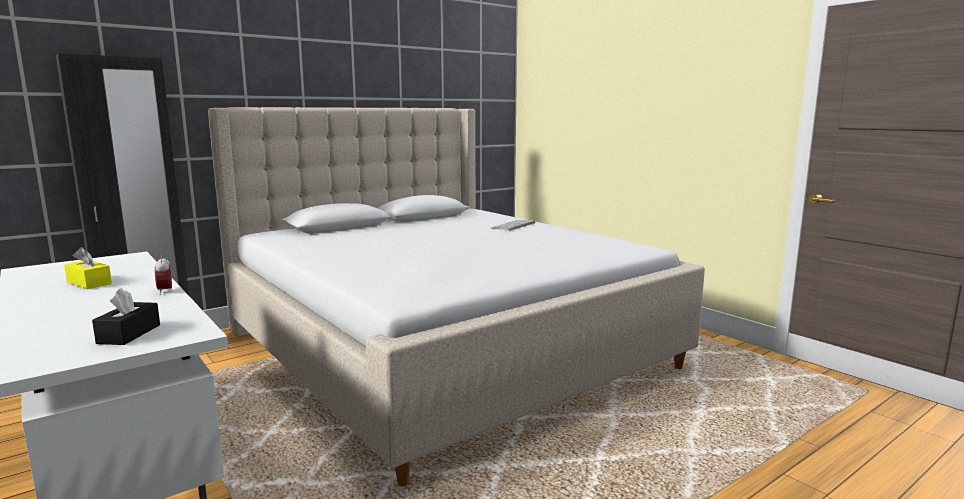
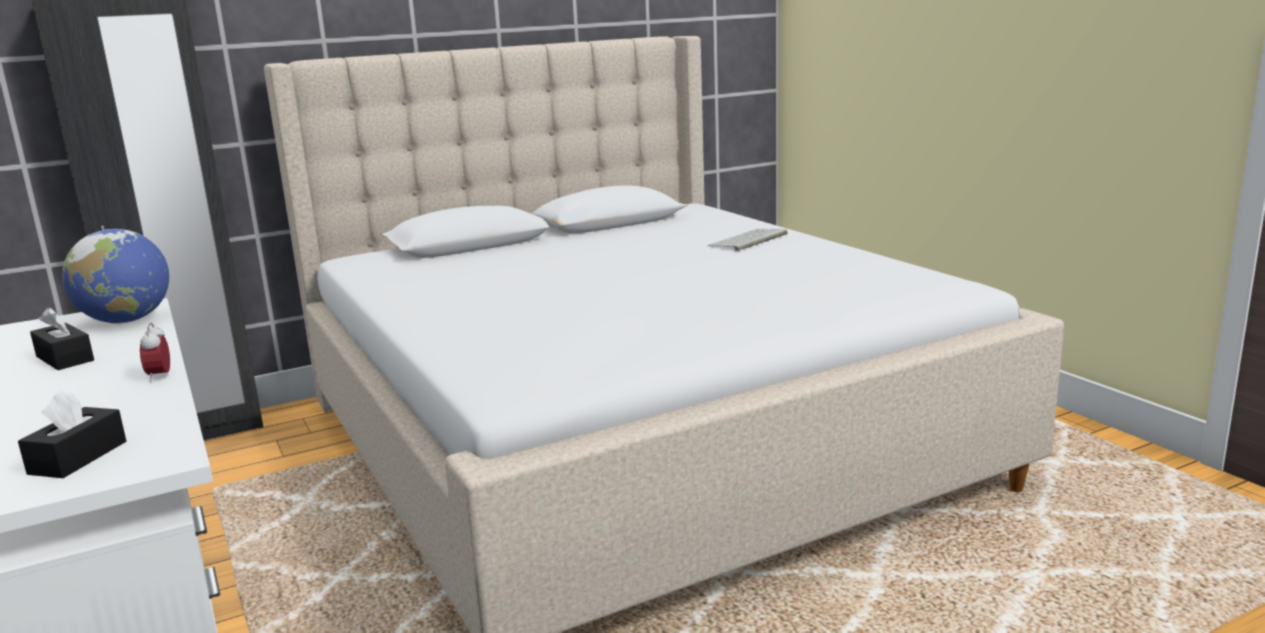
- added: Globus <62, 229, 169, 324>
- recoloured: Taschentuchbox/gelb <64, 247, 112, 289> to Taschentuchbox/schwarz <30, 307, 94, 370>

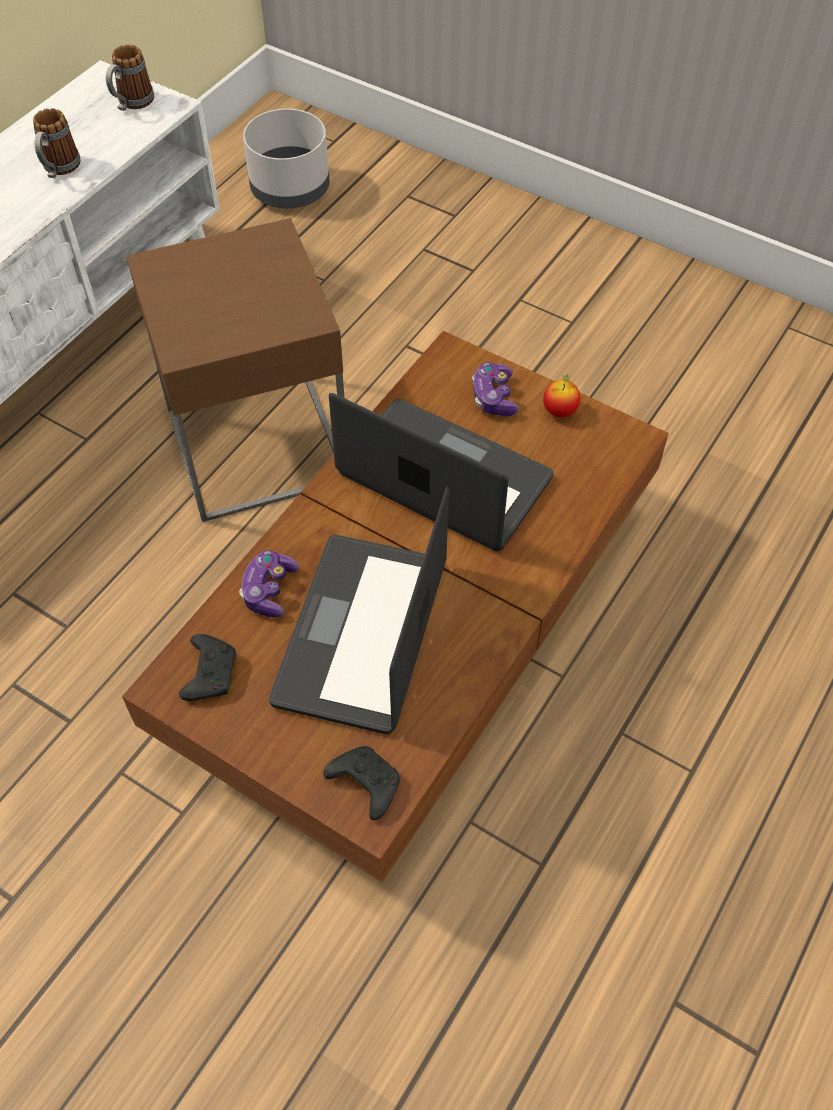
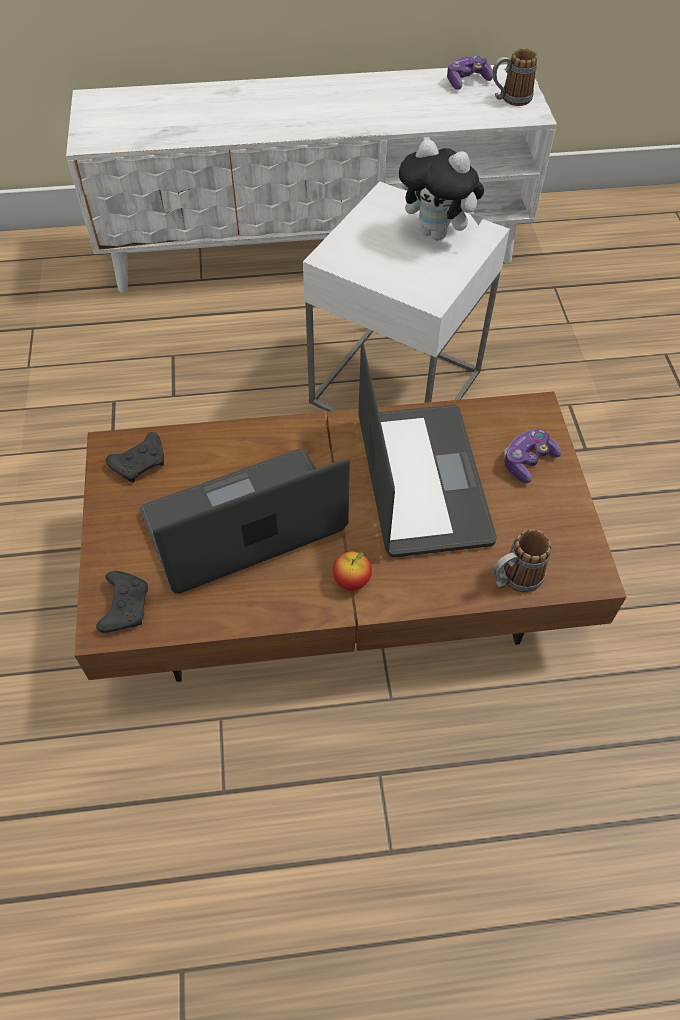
- removed: Pflanzkübel/grau <243, 108, 329, 208>
- added: Plüschtier <399, 139, 484, 240>
- moved: Henkelbecher <33, 108, 81, 178> to <493, 529, 551, 593>
- moved: Gamepad <239, 550, 299, 618> to <447, 56, 493, 90>
- moved: Apfel <543, 375, 580, 418> to <333, 551, 372, 591>
- recoloured: Beistelltisch/braun <126, 218, 345, 522> to Beistelltisch/weiß <303, 181, 510, 411>

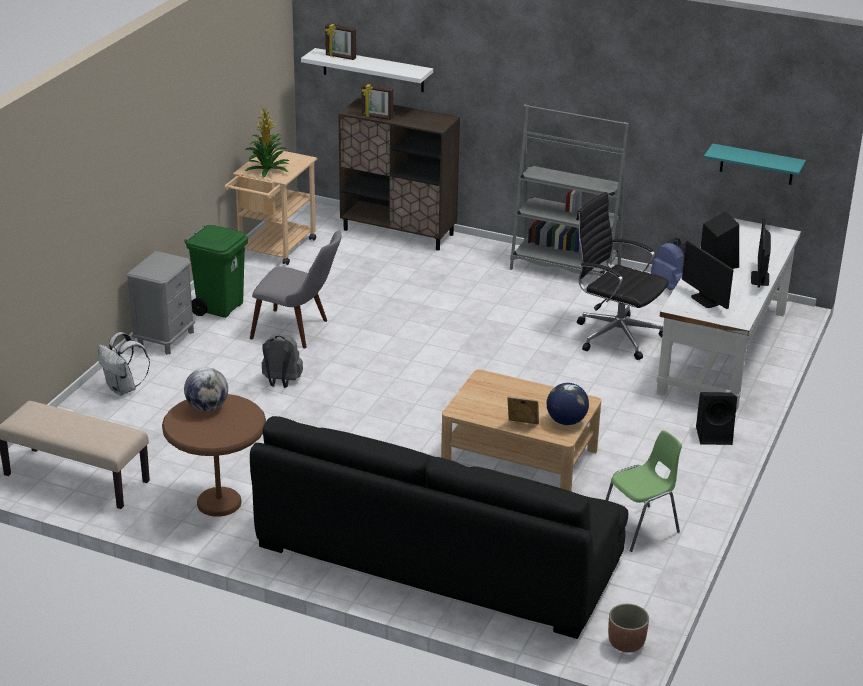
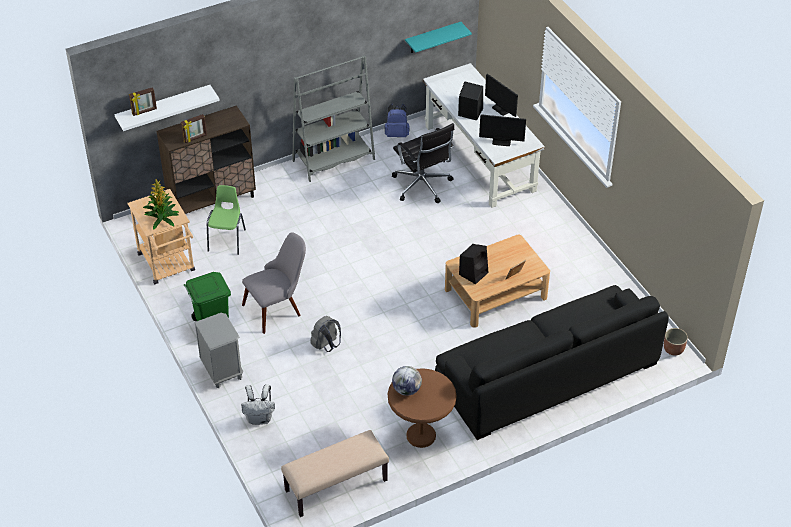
- removed: Globus <547, 383, 589, 425>
- moved: Stuhl/grün <605, 430, 682, 552> to <207, 185, 246, 255>
- moved: Lautsprecher/schwarz <696, 392, 737, 445> to <459, 244, 488, 284>
- turned: Bürostuhl/schwarz <576, 192, 669, 360> = <392, 123, 454, 203> 105 degrees counterclockwise

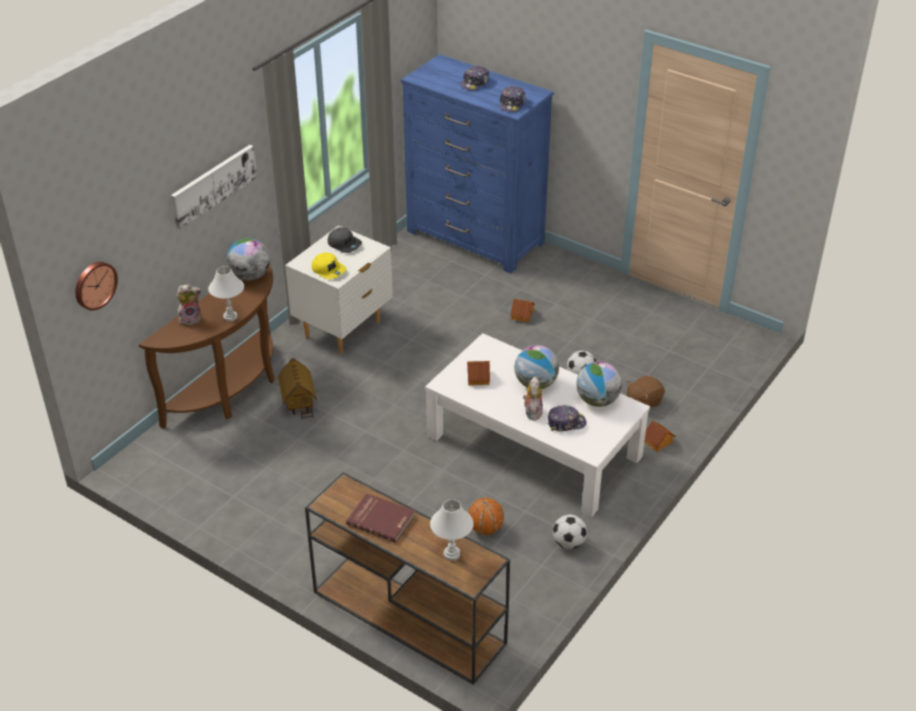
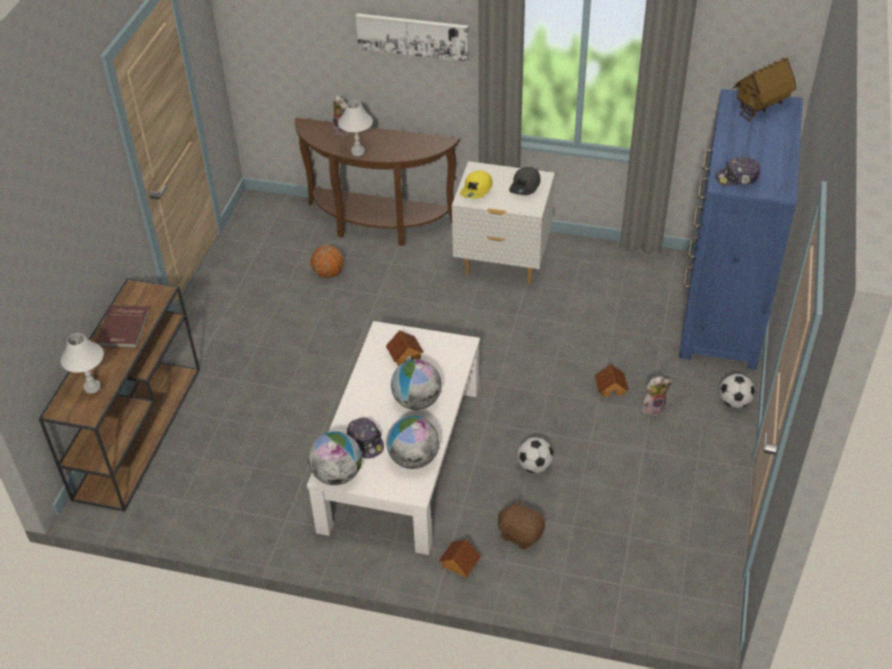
- removed: Wanduhr <75, 262, 118, 311>
- removed: Kappe <461, 66, 489, 91>
- moved: Globus <227, 238, 270, 281> to <308, 431, 362, 485>
- moved: Spielzeughaus <278, 358, 317, 420> to <734, 58, 796, 122>
- moved: Basketball <468, 498, 504, 535> to <311, 245, 344, 278>
- moved: Plüschtier <523, 376, 543, 421> to <642, 376, 672, 416>
- moved: Fußball <553, 514, 587, 549> to <719, 374, 755, 408>

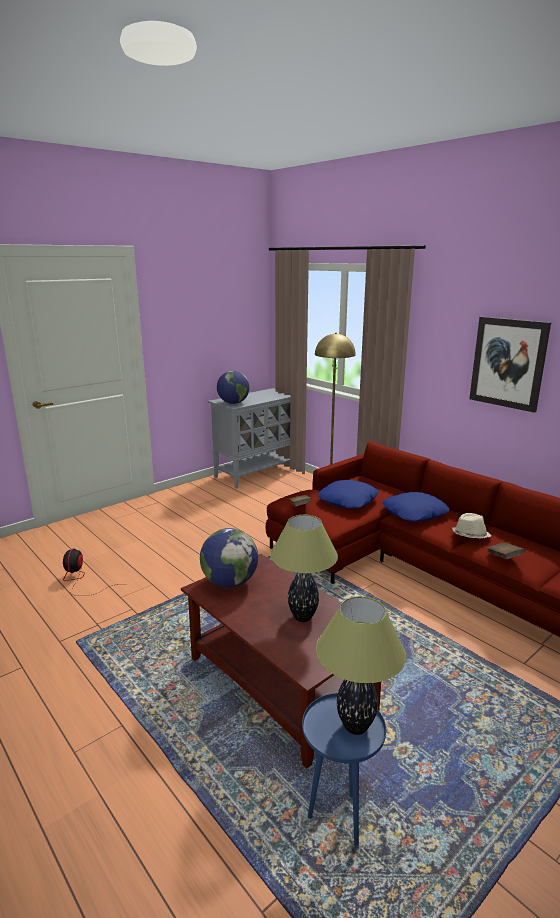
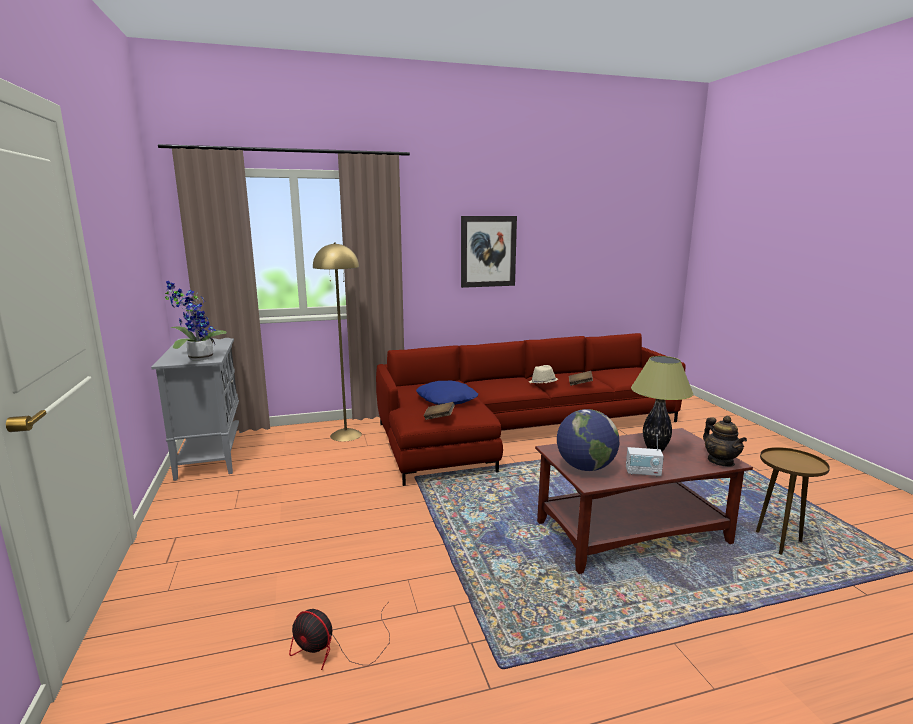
- removed: Tischlampe <316, 596, 406, 735>
- removed: Kissen/blau <382, 492, 449, 522>
- added: Radio <626, 434, 664, 477>
- added: Teekanne <703, 416, 747, 467>
- replaced: Globus <217, 371, 250, 404> to Topfpflanze <165, 281, 227, 361>
- recoloured: Beistelltisch/blau <302, 693, 386, 846> to Beistelltisch/braun <756, 447, 830, 555>

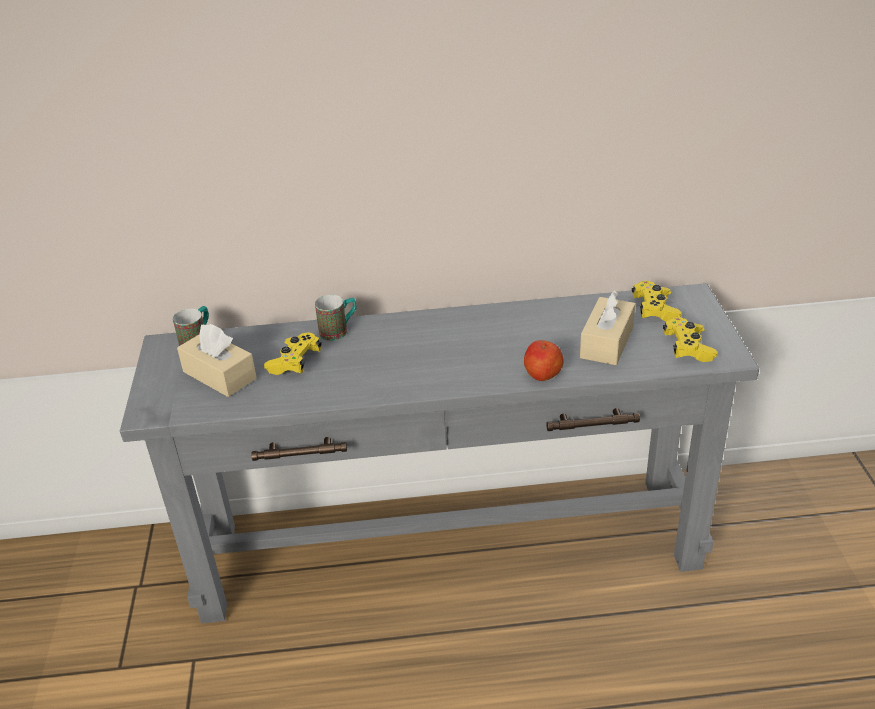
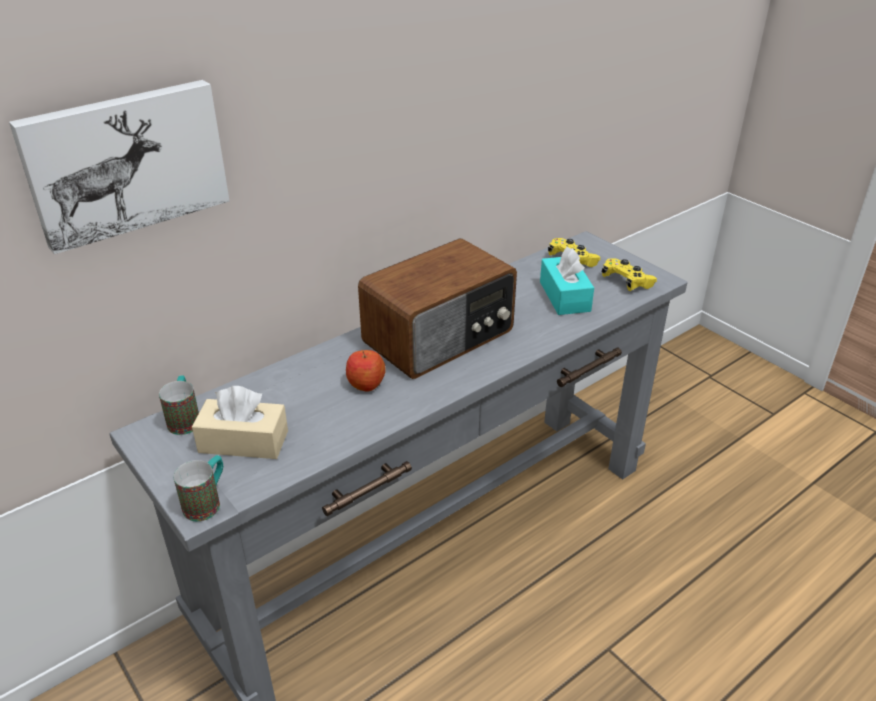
- removed: Gamepad/gelb <264, 332, 322, 375>
- added: Bild <9, 80, 229, 254>
- added: Radio <358, 239, 517, 379>
- moved: Henkelbecher <315, 295, 357, 341> to <174, 455, 223, 521>
- moved: Apfel <524, 340, 564, 381> to <346, 350, 386, 391>
- recoloured: Taschentuchbox/beige <580, 290, 635, 365> to Taschentuchbox/türkis <540, 247, 594, 315>

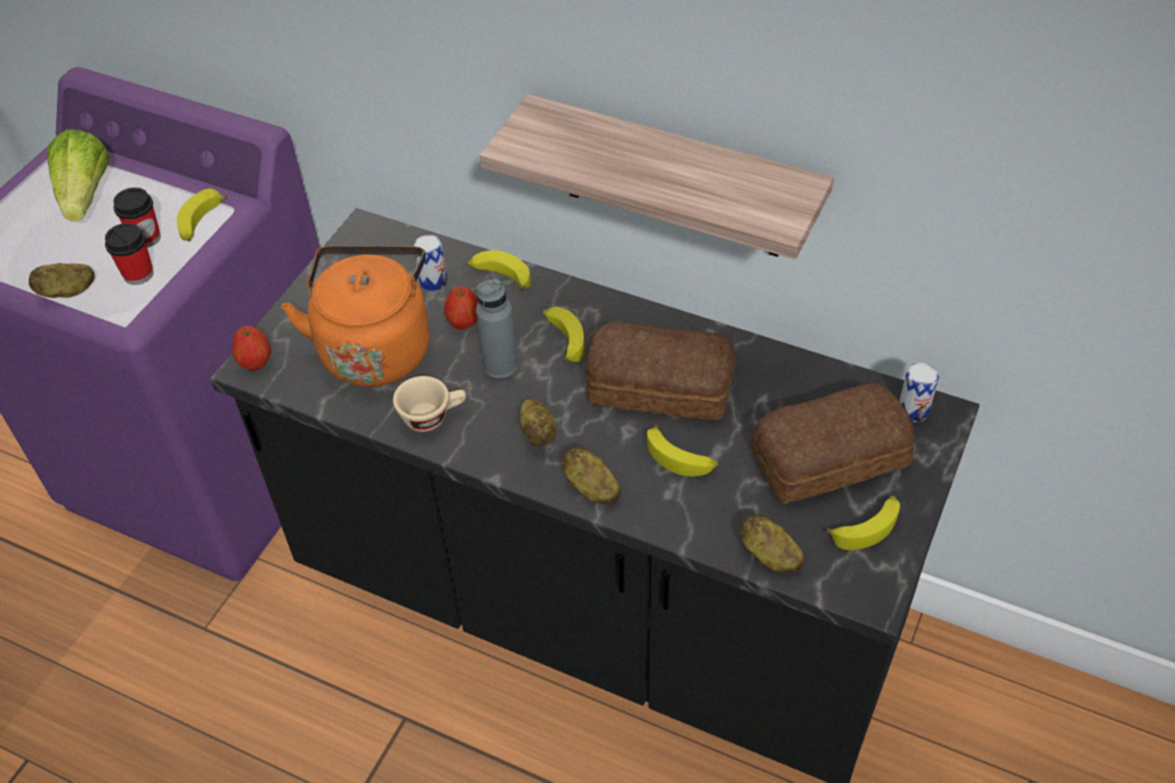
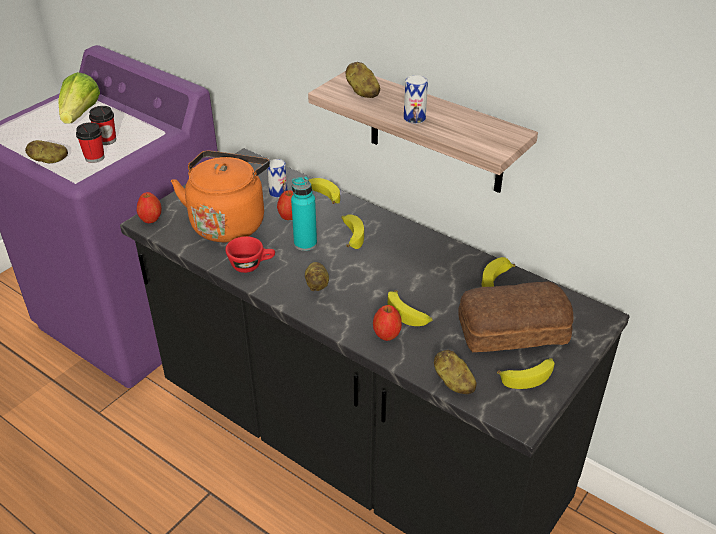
- removed: Brot <586, 321, 735, 420>
- added: Apfel <373, 305, 402, 341>
- moved: Banane <177, 189, 227, 241> to <482, 257, 515, 287>
- moved: Kartoffel <562, 447, 621, 504> to <346, 62, 380, 98>
- moved: Dose <899, 362, 939, 423> to <404, 75, 428, 124>
- recoloured: Tasse/beige <393, 376, 466, 432> to Tasse/rot <225, 236, 275, 273>
- recoloured: Flasche/grau <476, 278, 518, 378> to Flasche/türkis <291, 177, 317, 251>

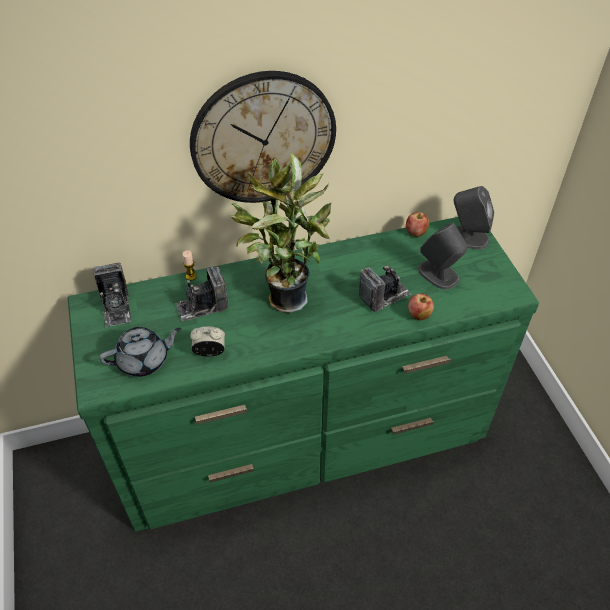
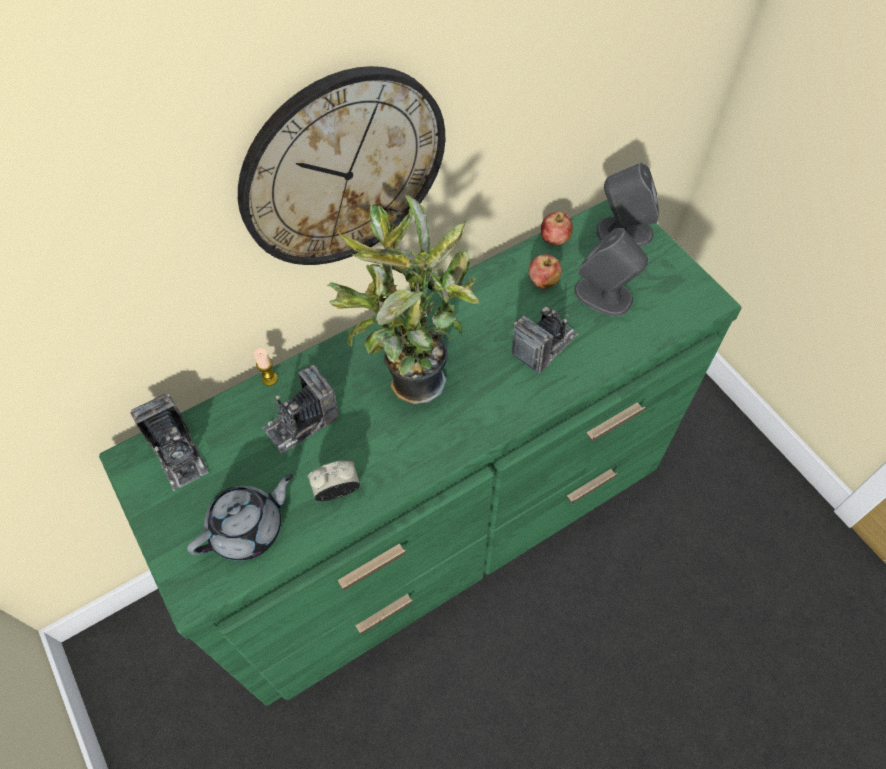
- moved: Apfel <408, 293, 434, 320> to <529, 254, 562, 289>

